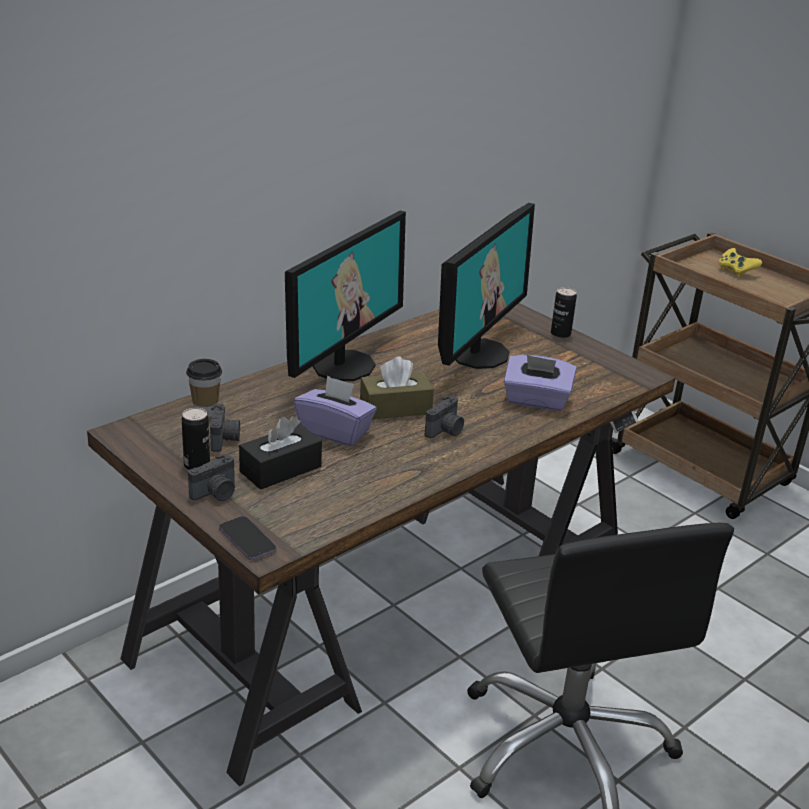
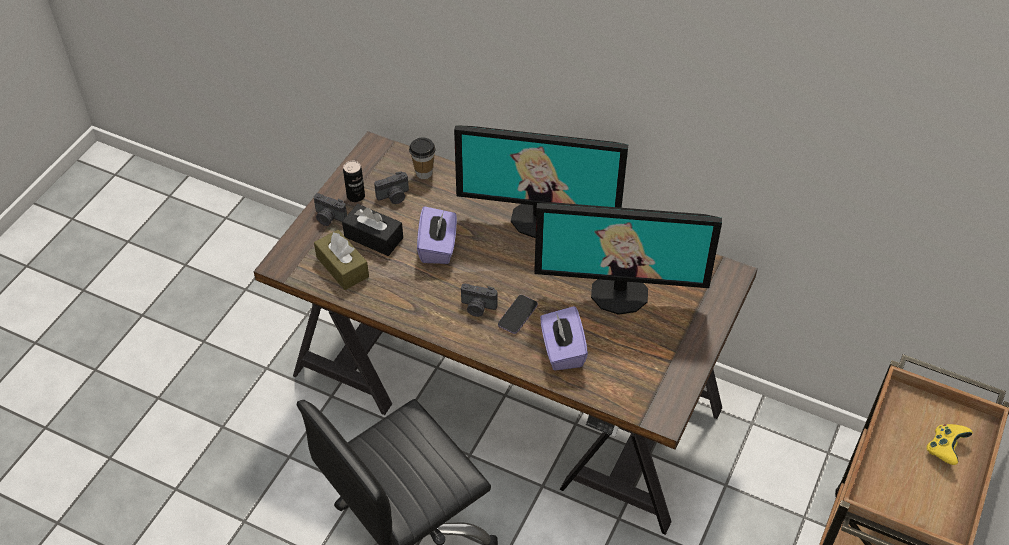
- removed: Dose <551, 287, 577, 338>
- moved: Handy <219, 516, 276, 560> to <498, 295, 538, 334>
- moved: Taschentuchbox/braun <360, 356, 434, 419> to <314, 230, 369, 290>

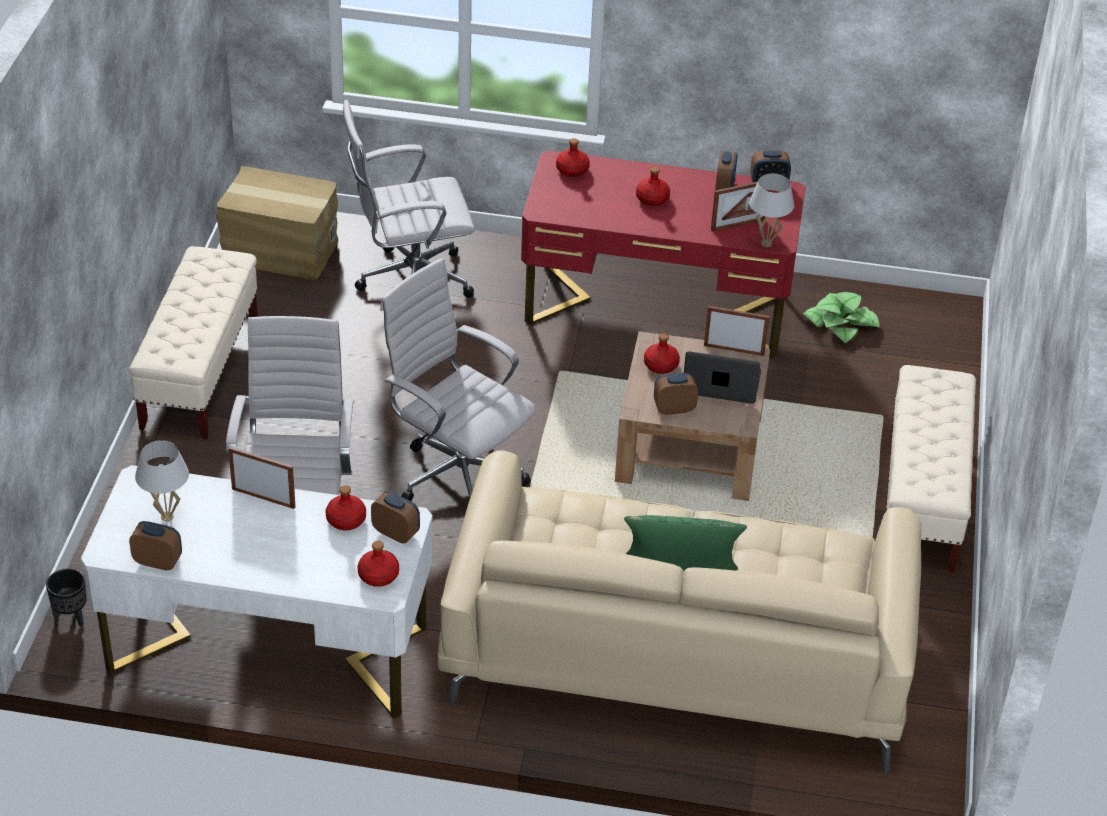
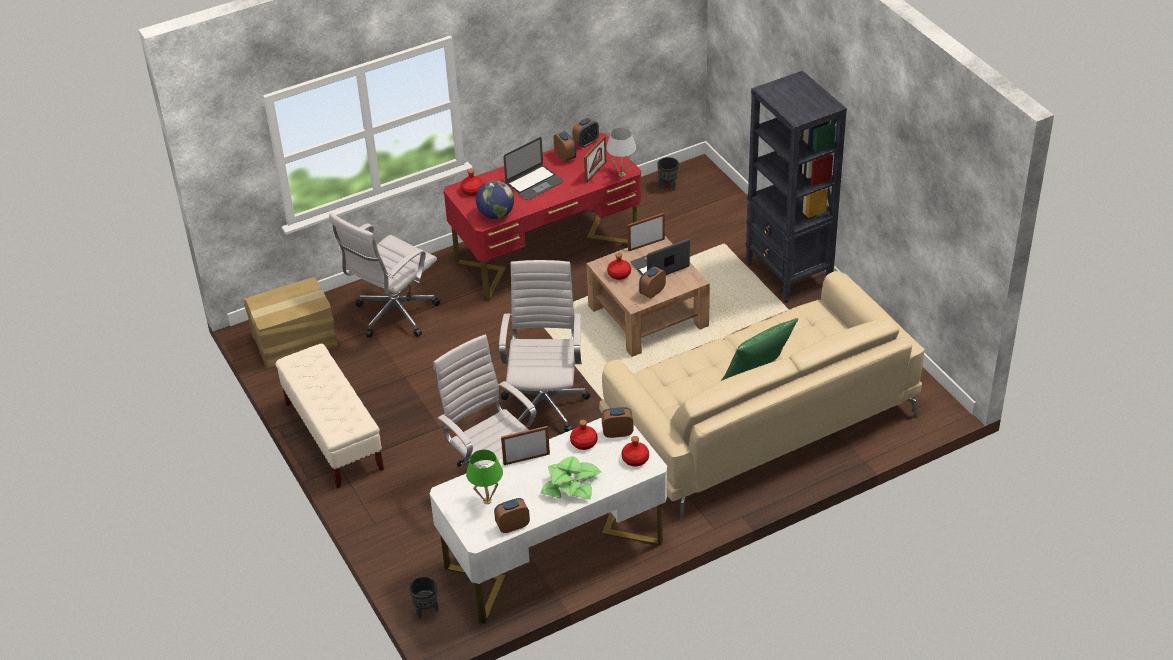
- added: Globus <476, 181, 514, 219>
- added: Pflanzkübel/schwarz <657, 157, 679, 191>
- moved: Topfpflanze <803, 292, 880, 344> to <541, 456, 601, 500>
- replaced: Flasche/rot <636, 167, 670, 206> to Laptop <503, 137, 564, 200>
- replaced: Bank/beige <885, 365, 976, 573> to Bücherregal/schwarz <746, 70, 847, 303>
- recoloured: Tischlampe/weiß <135, 440, 189, 521> to Tischlampe/grün <466, 450, 503, 504>
- turned: Bürostuhl/weiß <380, 258, 536, 501> = <499, 260, 591, 432> 90 degrees clockwise

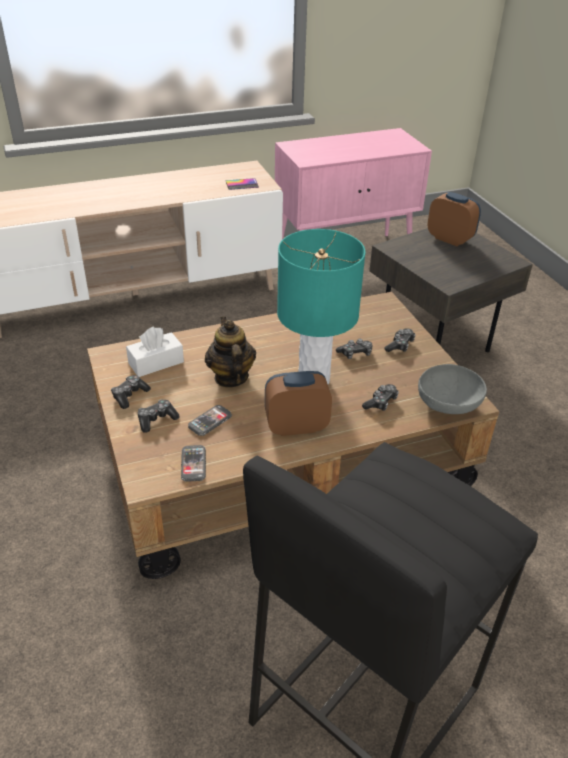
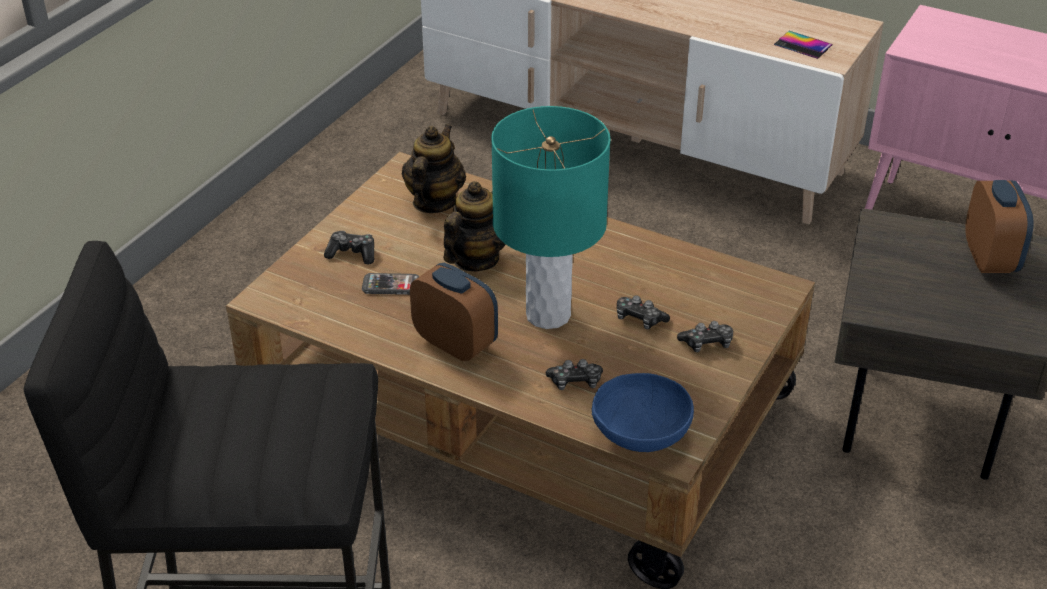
- removed: Gamepad <111, 375, 151, 409>
- removed: Handy <181, 445, 206, 482>
- replaced: Taschentuchbox/weiß <126, 327, 184, 377> to Teekanne <402, 124, 466, 213>
- recoloured: Schüssel/grau <418, 364, 487, 414> to Schüssel/blau <592, 373, 694, 452>

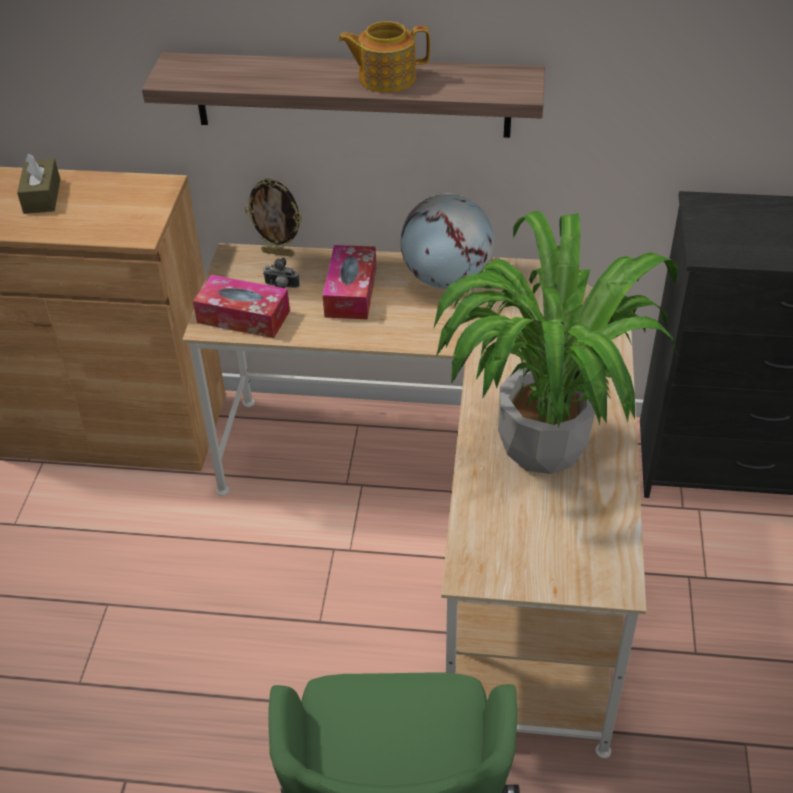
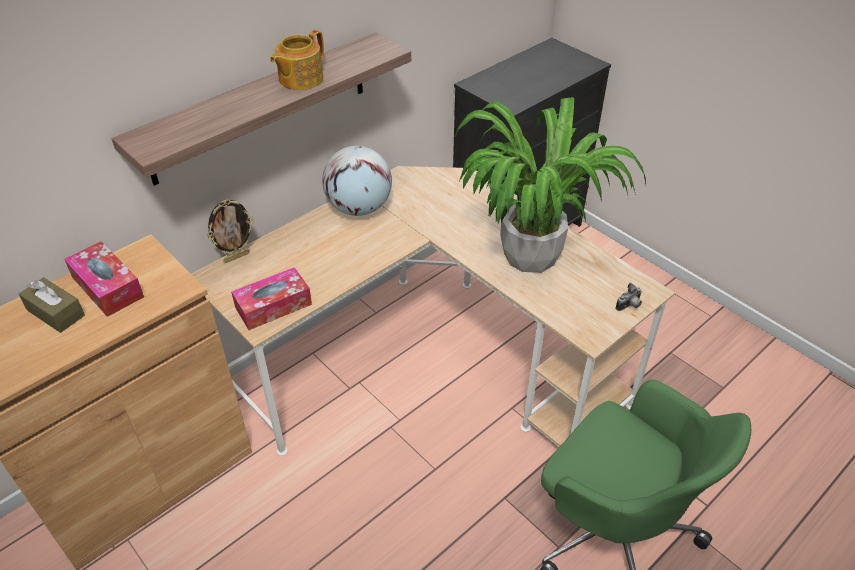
- moved: Kamera <263, 257, 300, 288> to <616, 283, 642, 311>
- moved: Taschentuchbox <323, 245, 376, 319> to <64, 241, 144, 317>

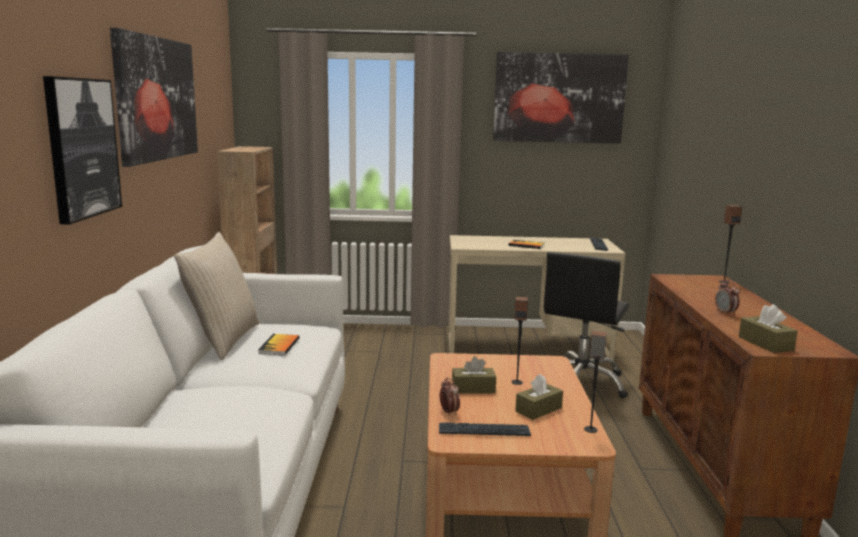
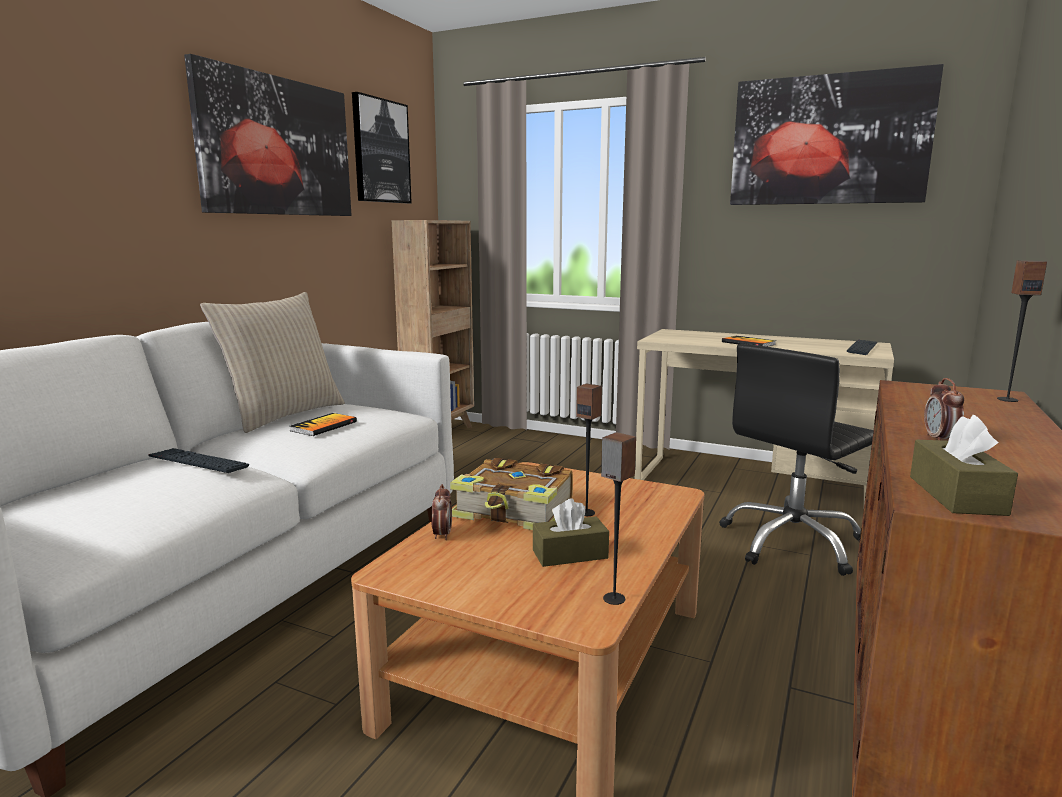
- moved: Bild <43, 76, 122, 225> to <352, 92, 412, 203>
- moved: Tastatur <439, 422, 531, 436> to <148, 448, 249, 473>
- replaced: Taschentuchbox/braun <452, 356, 496, 394> to Buch <450, 458, 573, 530>

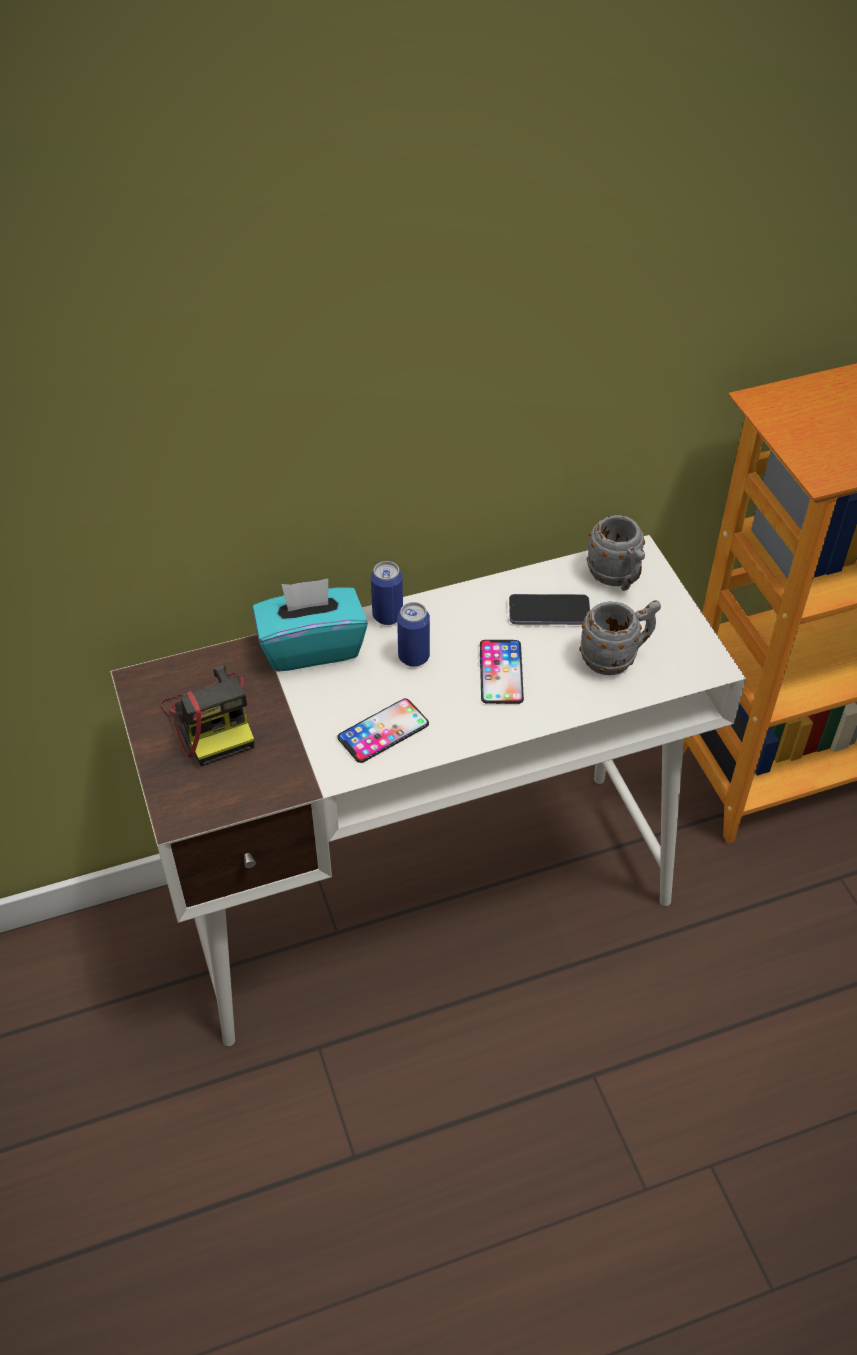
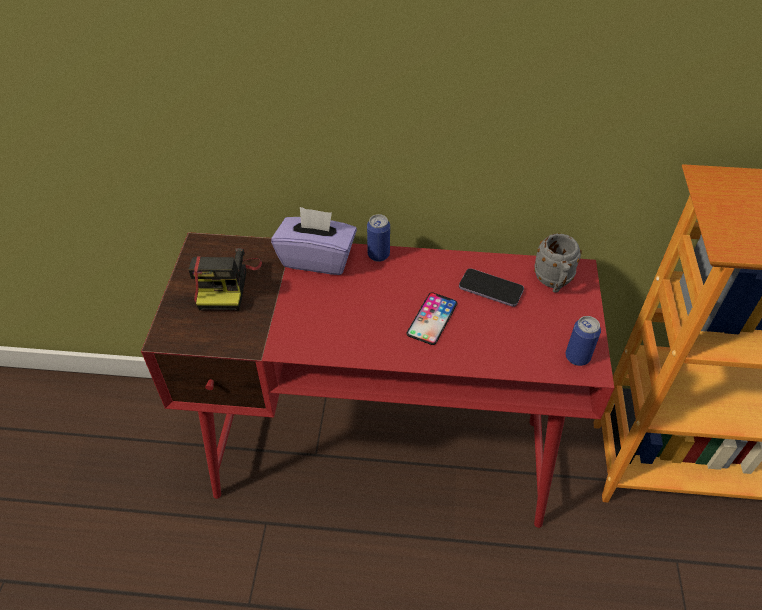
- removed: Handy <337, 699, 429, 763>
- removed: Henkelbecher/grau <579, 600, 661, 675>
- moved: Dose <397, 602, 430, 667> to <566, 316, 601, 366>
- recoloured: Schreibtisch/weiß <110, 535, 746, 1046> to Schreibtisch/rot <141, 232, 614, 528>
- recoloured: Taschentuchbox/türkis <252, 579, 368, 672> to Taschentuchbox/lila <271, 207, 357, 275>

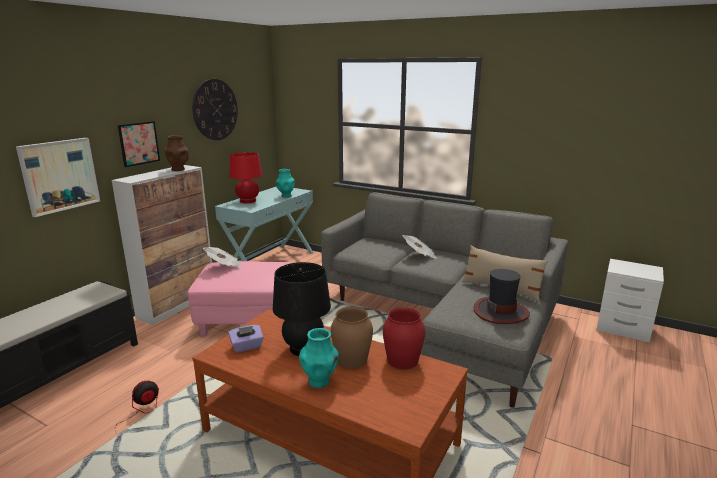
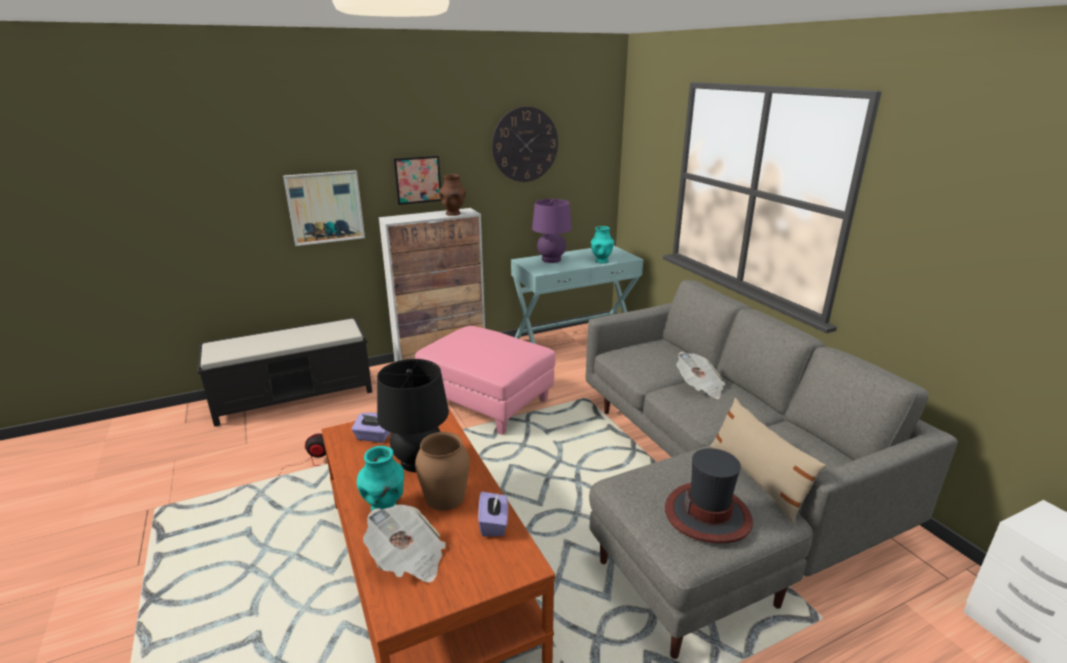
- moved: Zeitung <203, 247, 242, 267> to <363, 505, 446, 583>
- replaced: Vase/rot <383, 307, 425, 369> to Taschentuchbox/lila <478, 491, 508, 537>
- recoloured: Tischlampe/rot <230, 152, 262, 203> to Tischlampe/lila <532, 199, 572, 263>

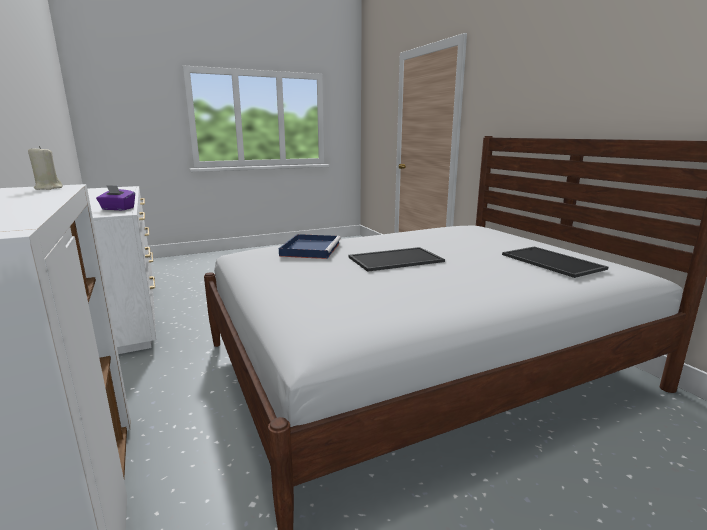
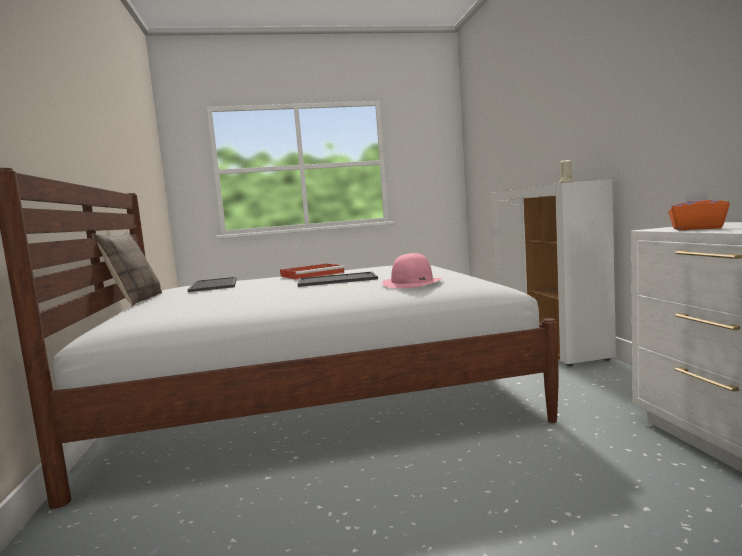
- added: Kissen <92, 231, 162, 306>
- added: Tablett/rot <280, 264, 345, 280>
- replaced: Tablett/blau <279, 234, 341, 259> to Hut/rosa <382, 253, 442, 288>
- recoloured: Taschentuchbox/lila <96, 185, 135, 210> to Taschentuchbox/orange <668, 191, 730, 230>

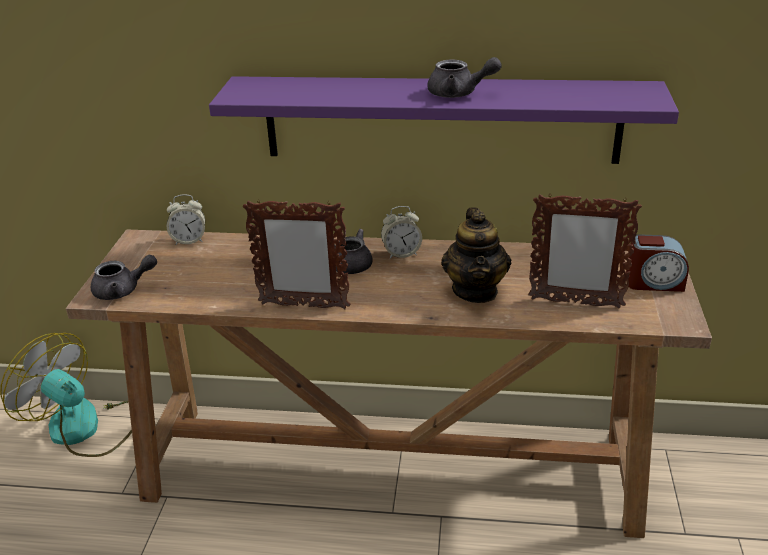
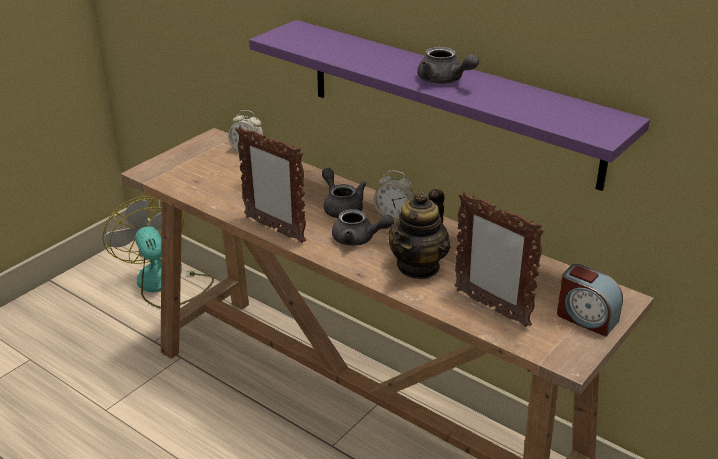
- moved: Teekanne/grau <90, 255, 157, 300> to <332, 209, 394, 246>

